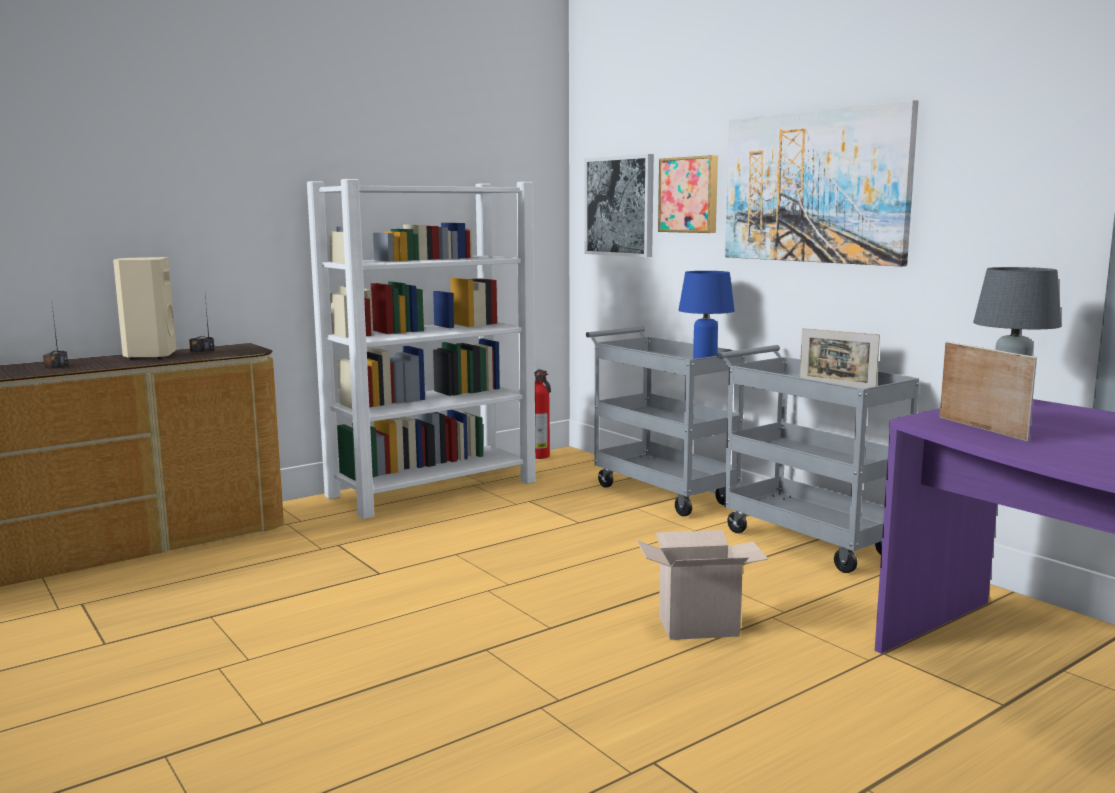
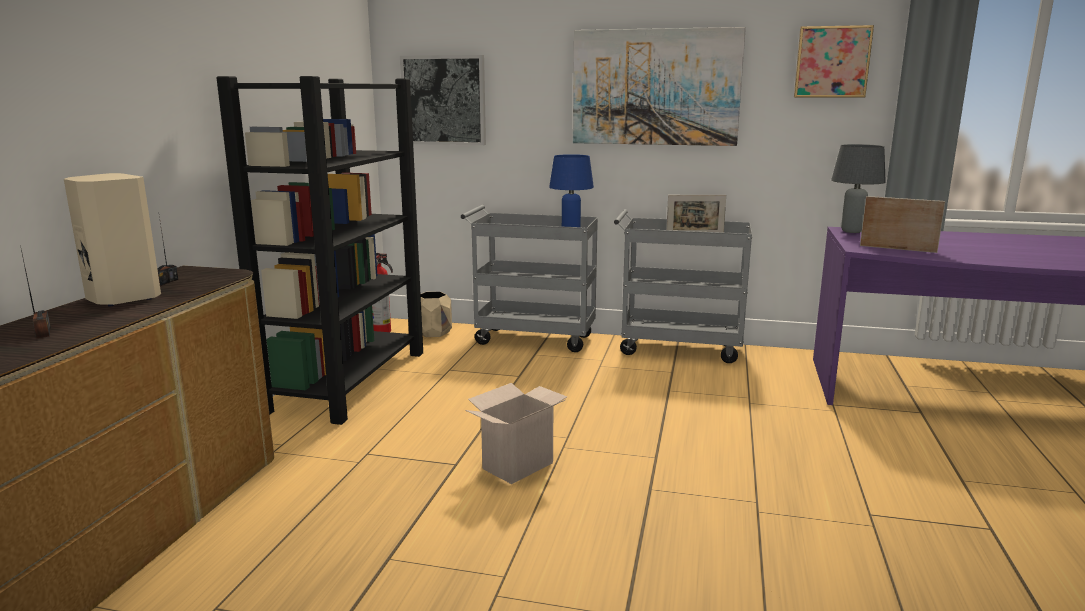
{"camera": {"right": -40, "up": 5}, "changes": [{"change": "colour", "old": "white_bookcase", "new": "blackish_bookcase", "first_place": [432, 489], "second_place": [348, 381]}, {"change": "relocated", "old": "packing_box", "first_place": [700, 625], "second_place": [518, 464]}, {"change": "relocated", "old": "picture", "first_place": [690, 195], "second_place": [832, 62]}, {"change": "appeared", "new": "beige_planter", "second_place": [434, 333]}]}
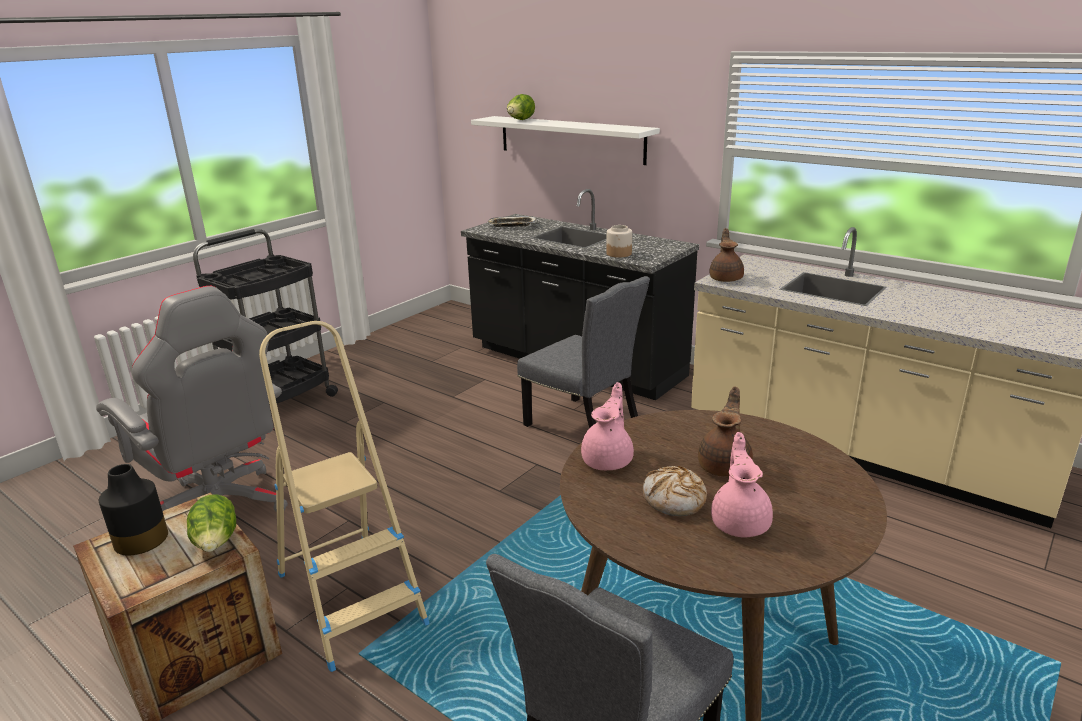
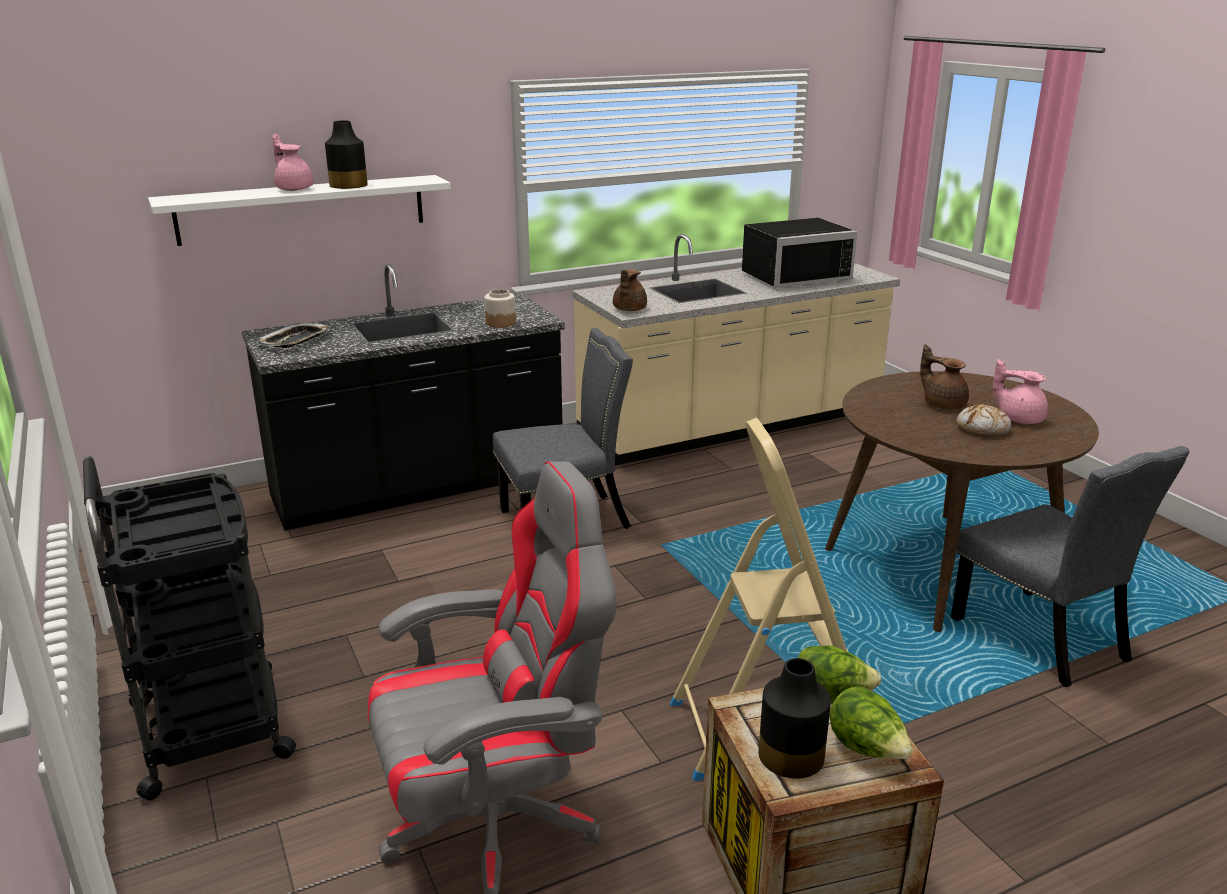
{"camera": {"right": -65, "up": 0}, "changes": [{"change": "relocated", "old": "head_of_lettuce", "first_place": [520, 120], "second_place": [867, 749]}, {"change": "relocated", "old": "pink_teapot", "first_place": [608, 460], "second_place": [294, 189]}, {"change": "spun", "old": "brown-coloured_teapot", "first_place": [726, 278], "second_place": [628, 309], "degrees": -105}, {"change": "appeared", "new": "blackish_flower_vase", "second_place": [349, 185]}, {"change": "appeared", "new": "blackish_microwave_oven", "second_place": [792, 276]}]}
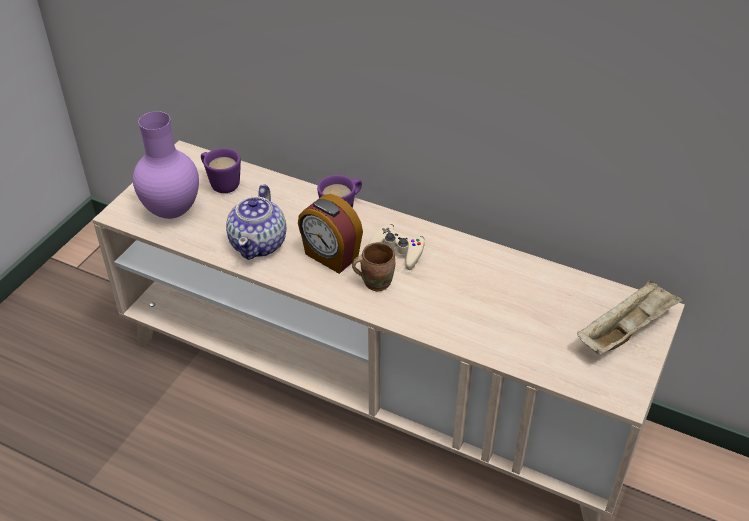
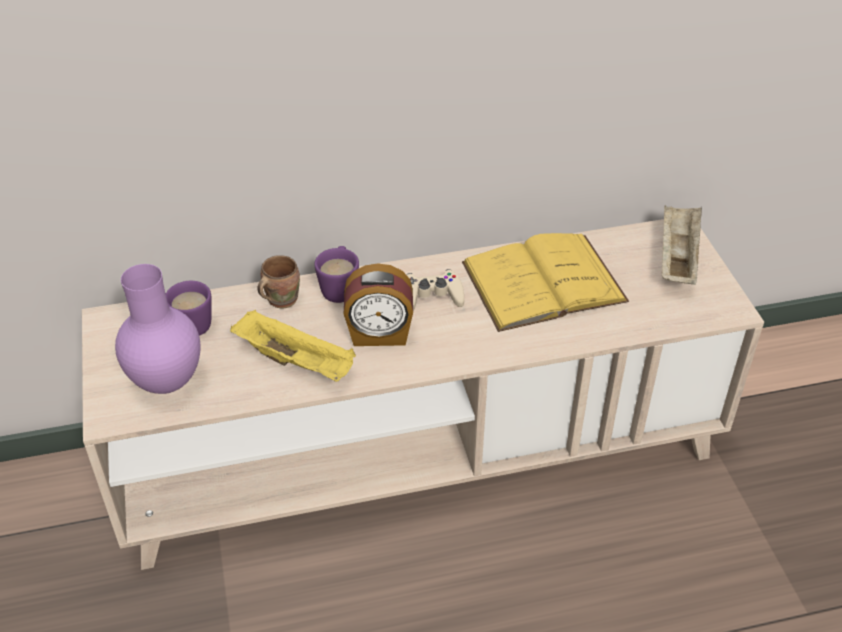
{"camera": {"right": -40, "up": 0}, "changes": [{"change": "exchanged", "old": "teapot", "new": "yellow-coloured_tray", "first_place": [259, 243], "second_place": [297, 361]}, {"change": "relocated", "old": "brown-coloured_tea_mug", "first_place": [375, 281], "second_place": [280, 299]}, {"change": "appeared", "new": "yellow-coloured_book", "second_place": [543, 282]}]}
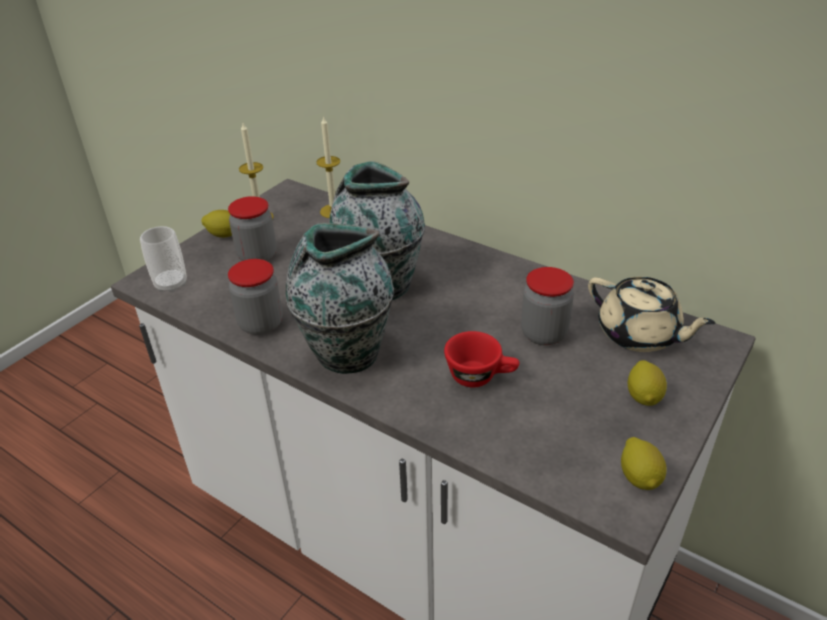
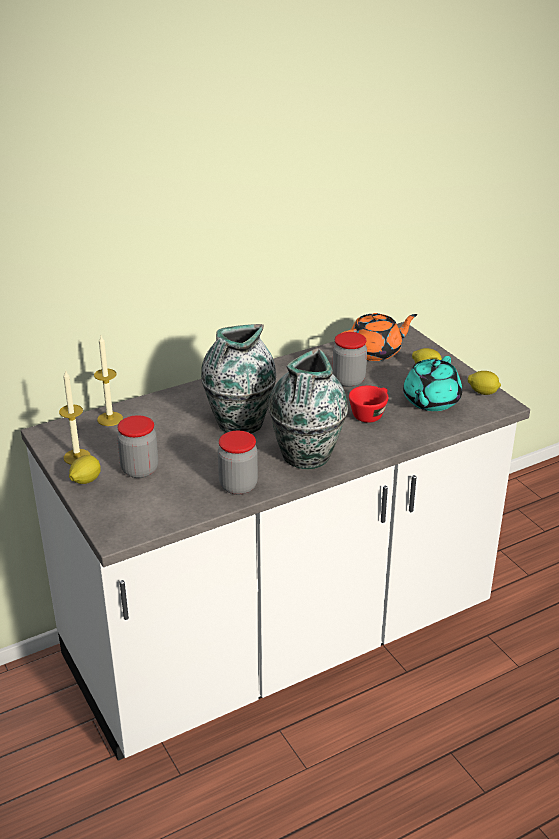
{"camera": {"right": -65, "up": -5}, "changes": [{"change": "missing", "old": "small_cup", "first_place": [171, 284]}, {"change": "colour", "old": "beige_teapot", "new": "orange_teapot", "first_place": [639, 335], "second_place": [375, 352]}, {"change": "appeared", "new": "turquoise-coloured_teapot", "second_place": [430, 401]}]}
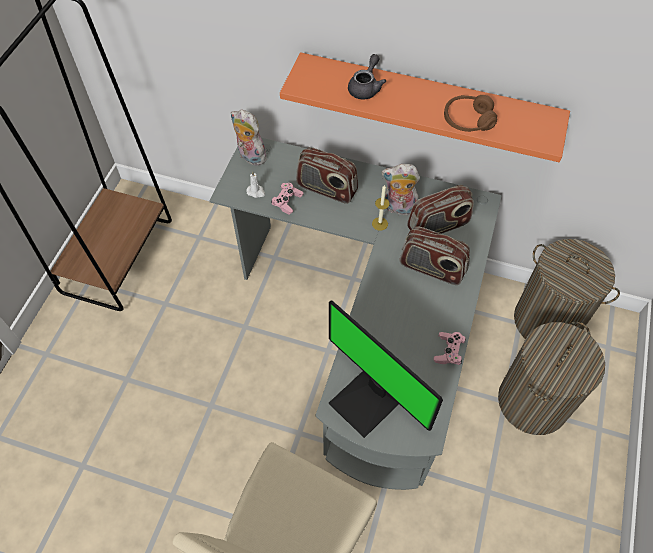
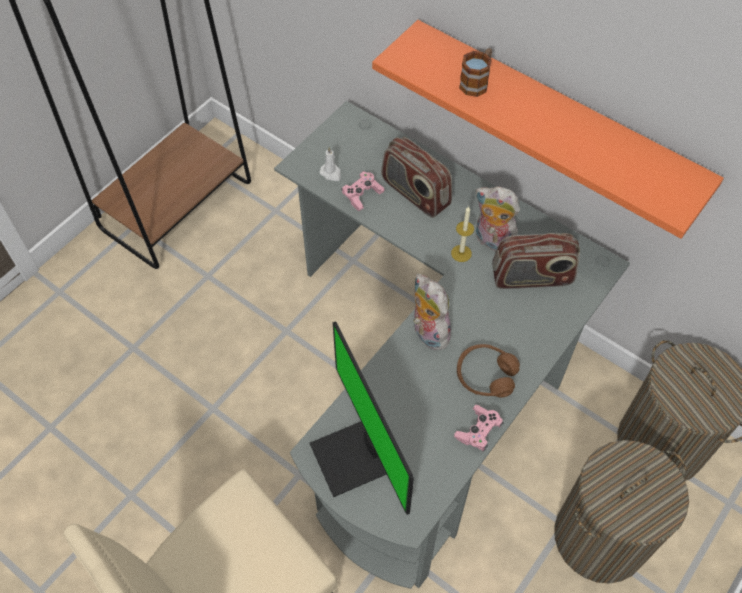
{"camera": {"right": 20, "up": 0}, "changes": [{"change": "relocated", "old": "cuddly_toy", "first_place": [250, 156], "second_place": [427, 332]}, {"change": "exchanged", "old": "grey_teapot", "new": "tea_mug", "first_place": [366, 87], "second_place": [477, 82]}, {"change": "missing", "old": "radio_set", "first_place": [432, 268]}, {"change": "relocated", "old": "brown-coloured_pair_of_headphones", "first_place": [468, 120], "second_place": [485, 376]}]}
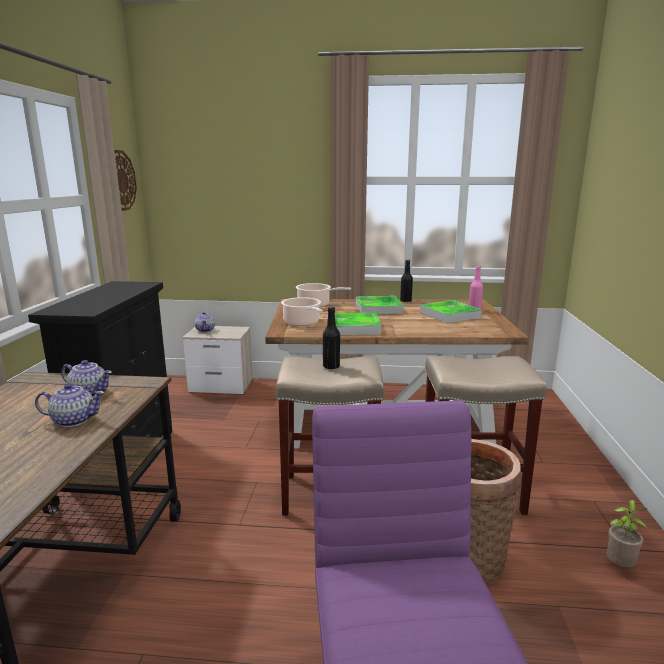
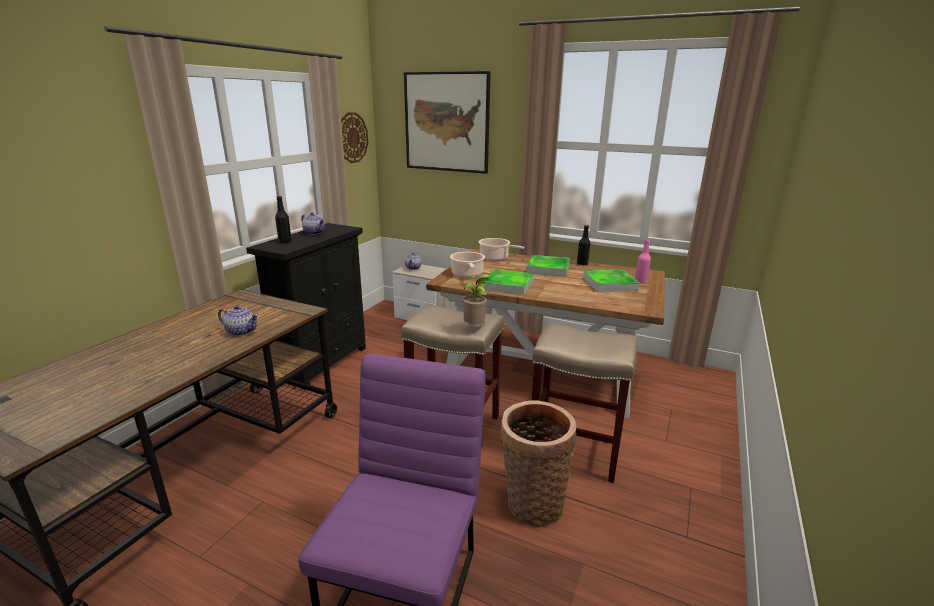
{"camera": {"right": 20, "up": 5}, "changes": [{"change": "relocated", "old": "teapot", "first_place": [90, 393], "second_place": [314, 233]}, {"change": "relocated", "old": "blackish_beverage_bottle", "first_place": [331, 366], "second_place": [285, 241]}, {"change": "relocated", "old": "plant_in_a_pot", "first_place": [619, 566], "second_place": [475, 328]}, {"change": "appeared", "new": "picture", "second_place": [447, 122]}]}
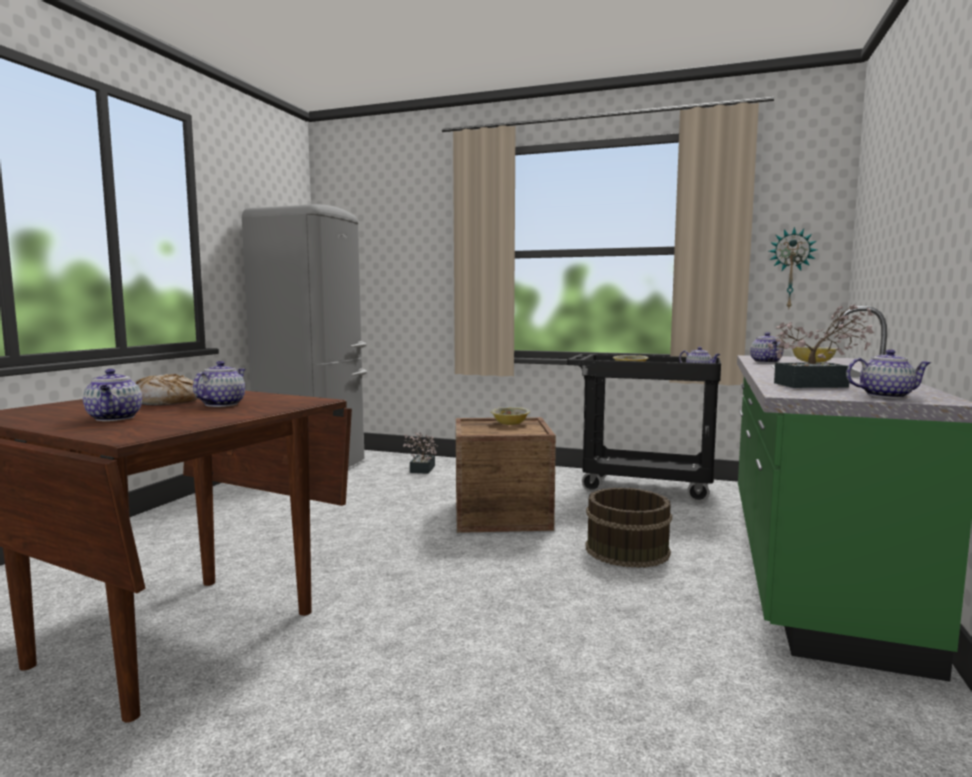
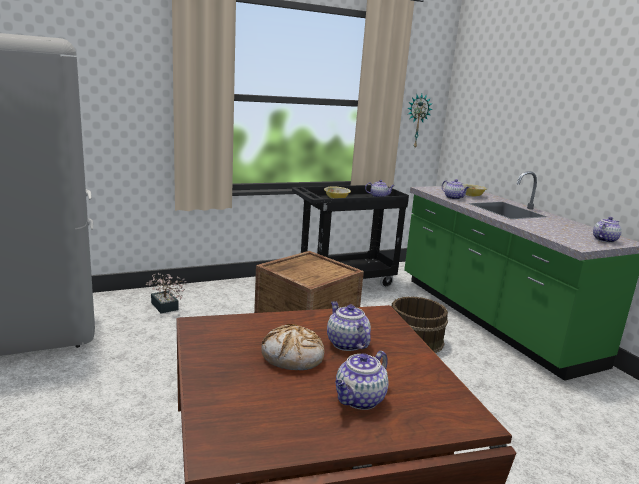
{"camera": {"right": -45, "up": 10}, "changes": [{"change": "spun", "old": "teapot", "first_place": [115, 418], "second_place": [359, 400], "degrees": 105}, {"change": "missing", "old": "bowl", "first_place": [510, 424]}, {"change": "missing", "old": "plant_in_a_pot", "first_place": [818, 385]}]}
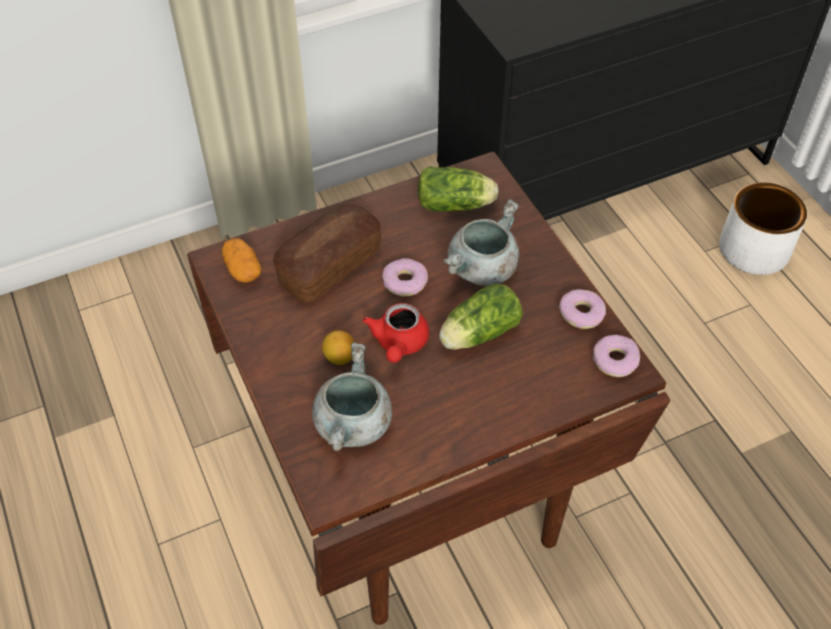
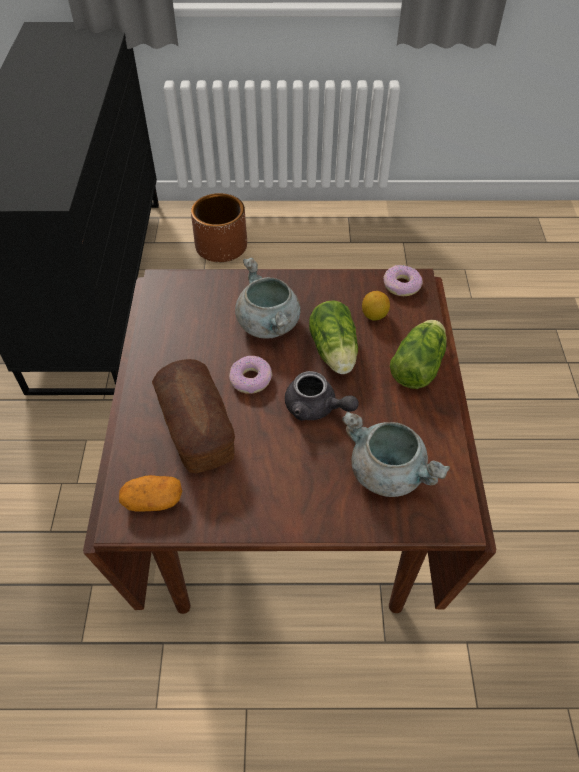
{"camera": {"right": -65, "up": 0}, "changes": [{"change": "relocated", "old": "whole_lemon", "first_place": [339, 358], "second_place": [374, 315]}, {"change": "colour", "old": "red-coloured_teapot", "new": "grey_teapot", "first_place": [399, 344], "second_place": [316, 408]}, {"change": "relocated", "old": "head_of_lettuce", "first_place": [457, 205], "second_place": [419, 364]}, {"change": "missing", "old": "ring_doughnut", "first_place": [581, 313]}, {"change": "colour", "old": "white_planter", "new": "brown-coloured_planter", "first_place": [754, 250], "second_place": [221, 246]}]}
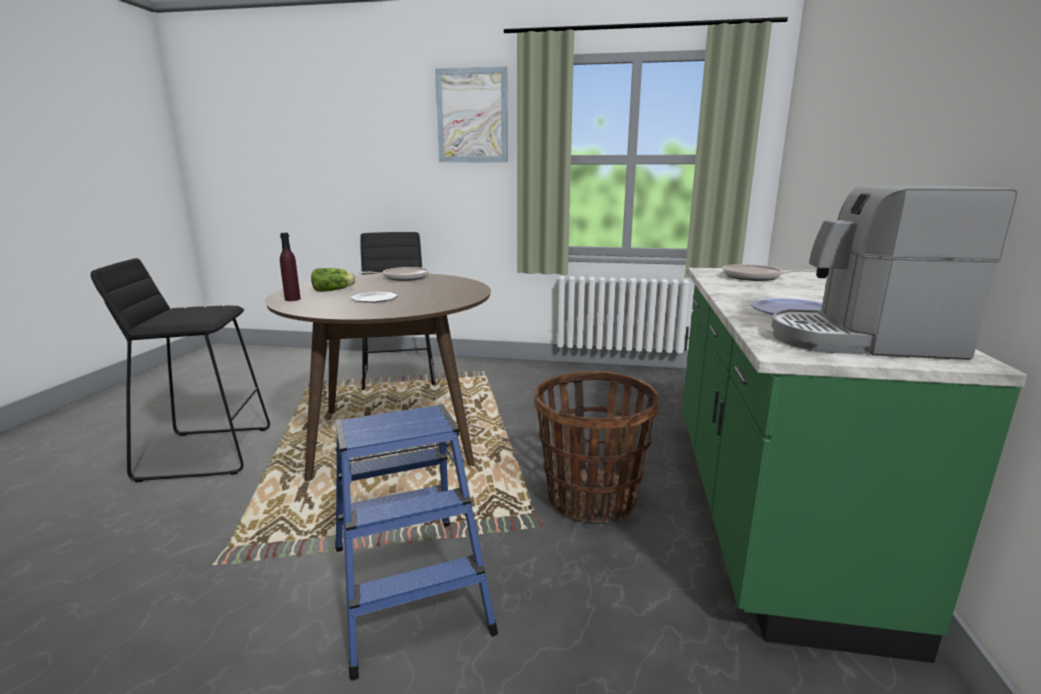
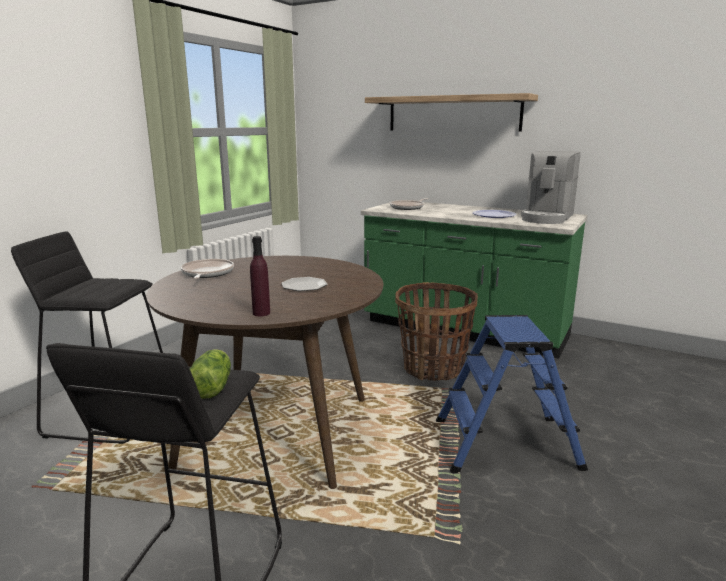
{"camera": {"right": -70, "up": 0}, "changes": [{"change": "relocated", "old": "head_of_lettuce", "first_place": [334, 290], "second_place": [213, 386]}, {"change": "missing", "old": "picture", "first_place": [472, 116]}, {"change": "appeared", "new": "shelf", "second_place": [453, 114]}]}
